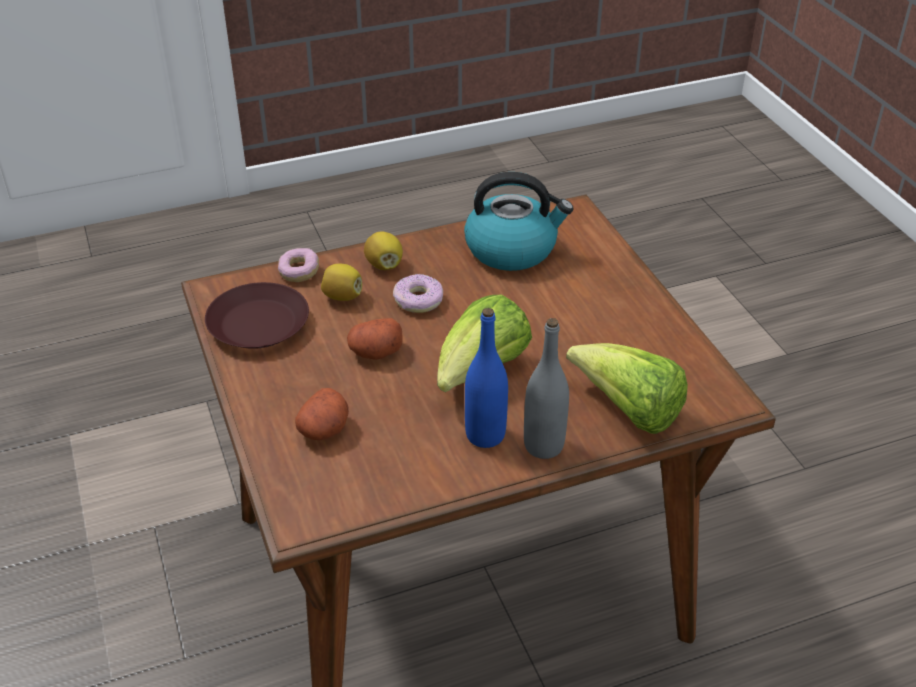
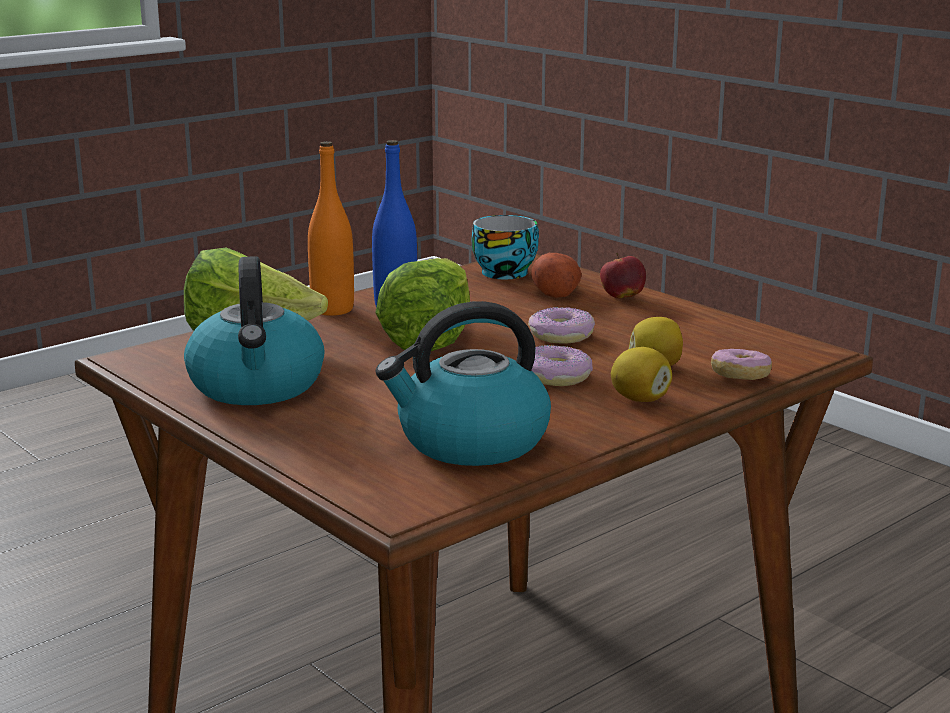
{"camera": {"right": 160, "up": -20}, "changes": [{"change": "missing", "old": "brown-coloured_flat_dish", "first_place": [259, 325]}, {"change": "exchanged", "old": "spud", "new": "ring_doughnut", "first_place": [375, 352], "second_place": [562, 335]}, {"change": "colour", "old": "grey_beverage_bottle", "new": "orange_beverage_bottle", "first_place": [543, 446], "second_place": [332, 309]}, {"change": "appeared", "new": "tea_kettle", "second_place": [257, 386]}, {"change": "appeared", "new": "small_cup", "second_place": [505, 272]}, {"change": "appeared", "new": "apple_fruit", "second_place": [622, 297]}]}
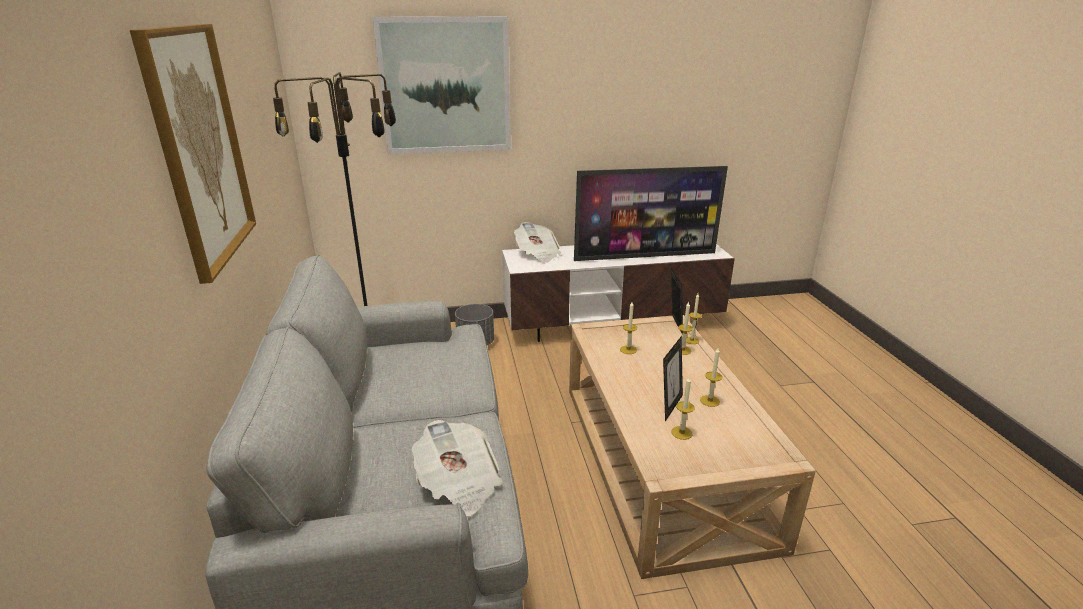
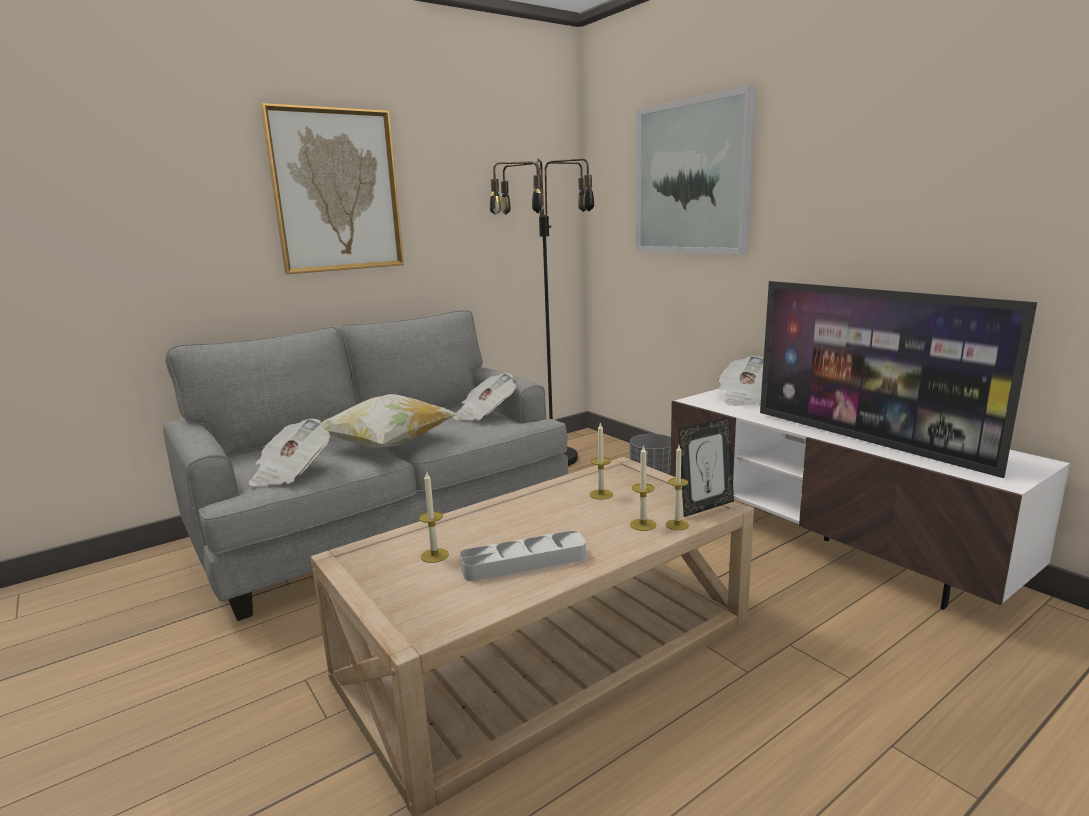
{"camera": {"right": 65, "up": -10}, "changes": [{"change": "missing", "old": "photo_frame", "first_place": [670, 406]}, {"change": "exchanged", "old": "wax_candle", "new": "grey_tray", "first_place": [710, 401], "second_place": [524, 562]}, {"change": "appeared", "new": "cushion", "second_place": [388, 446]}, {"change": "appeared", "new": "printed_paper", "second_place": [485, 414]}]}
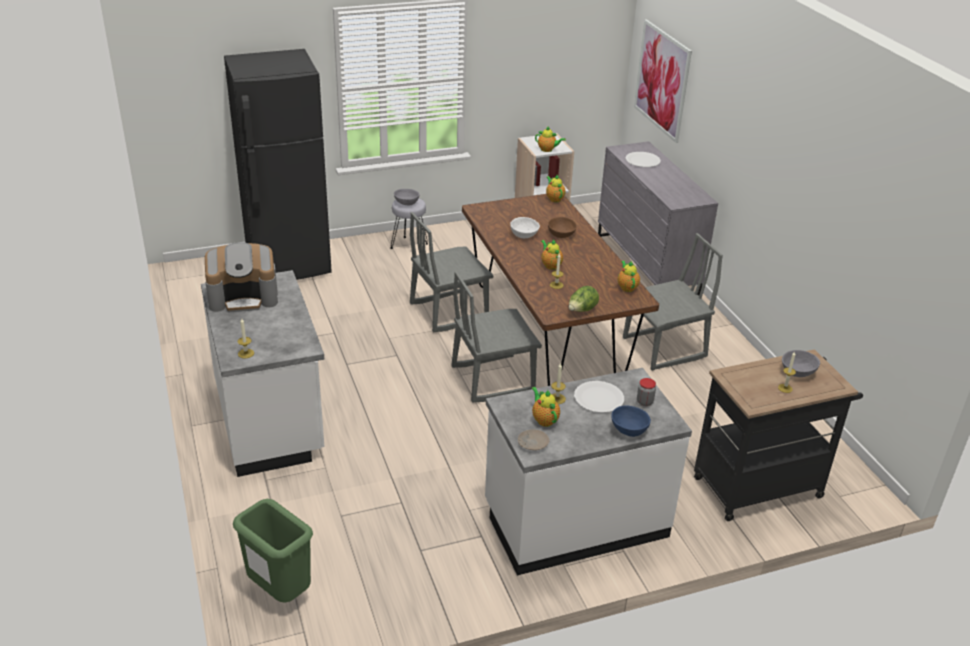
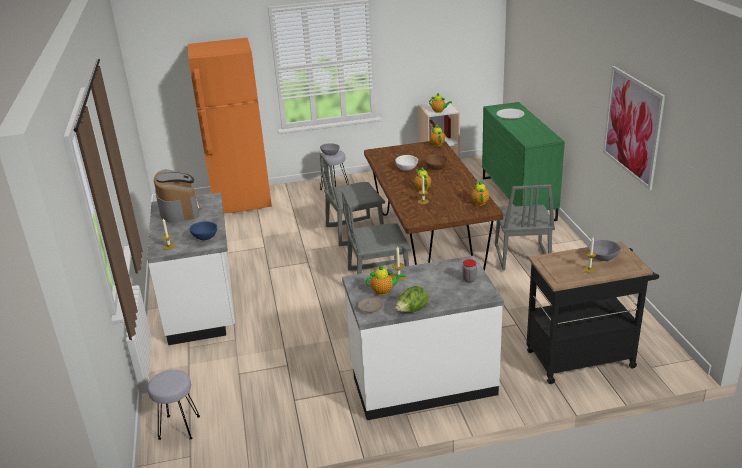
{"camera": {"right": 10, "up": -5}, "changes": [{"change": "spun", "old": "coffee_machine", "first_place": [244, 297], "second_place": [179, 210], "degrees": -105}, {"change": "colour", "old": "blackish_refrigerator", "new": "orange_refrigerator", "first_place": [288, 265], "second_place": [242, 202]}, {"change": "exchanged", "old": "green_trash_can", "new": "grey_sitting_stool", "first_place": [279, 592], "second_place": [178, 427]}, {"change": "spun", "old": "teapot", "first_place": [544, 419], "second_place": [384, 291], "degrees": 105}, {"change": "relocated", "old": "head_of_lettuce", "first_place": [582, 310], "second_place": [411, 311]}, {"change": "missing", "old": "white_flat_dish", "first_place": [599, 398]}, {"change": "colour", "old": "grey_chest_of_drawers", "new": "green_chest_of_drawers", "first_place": [647, 265], "second_place": [518, 198]}, {"change": "relocated", "old": "blue-coloured_bowl", "first_place": [629, 430], "second_place": [204, 237]}, {"change": "spun", "old": "grey_plain_chair", "first_place": [664, 348], "second_place": [521, 257], "degrees": 105}, {"change": "relocated", "old": "picture", "first_place": [662, 80], "second_place": [632, 126]}]}
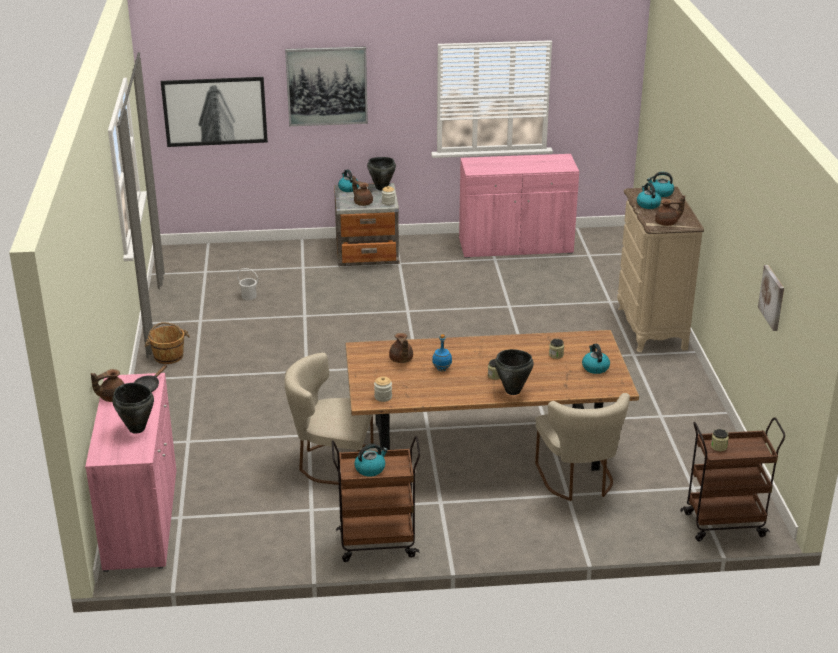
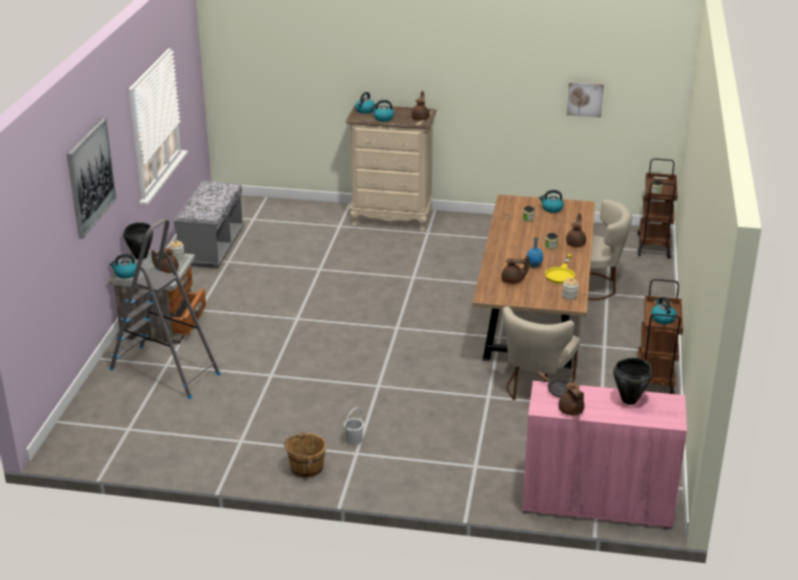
{"camera": {"right": -75, "up": 0}, "changes": [{"change": "missing", "old": "picture", "first_place": [215, 111]}, {"change": "relocated", "old": "white_water_bucket", "first_place": [249, 296], "second_place": [354, 439]}, {"change": "exchanged", "old": "pink_cabinet", "new": "grey_long_seat", "first_place": [515, 247], "second_place": [212, 248]}, {"change": "exchanged", "old": "blackish_saucepot", "new": "brown-coloured_teapot", "first_place": [513, 391], "second_place": [576, 243]}, {"change": "appeared", "new": "grey_step_stool", "second_place": [164, 372]}, {"change": "appeared", "new": "yellow-coloured_skillet", "second_place": [561, 274]}]}
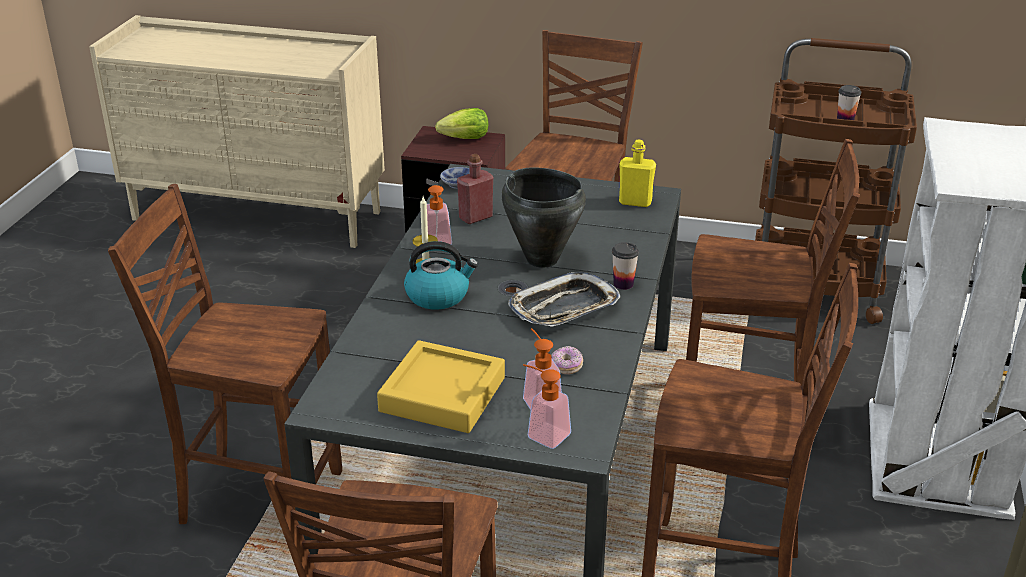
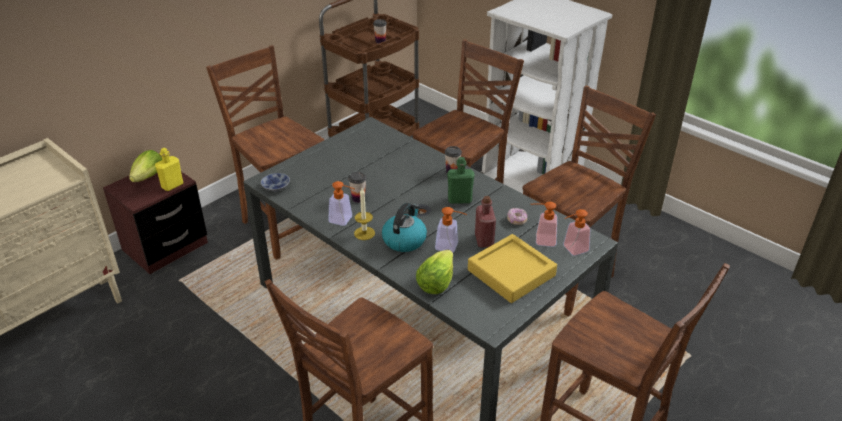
{"camera": {"right": -60, "up": 5}, "changes": [{"change": "relocated", "old": "red-coloured_beverage_bottle", "first_place": [475, 217], "second_place": [484, 240]}, {"change": "missing", "old": "blackish_saucepot", "first_place": [542, 259]}, {"change": "exchanged", "old": "tray", "new": "green_beverage_bottle", "first_place": [564, 308], "second_place": [459, 200]}, {"change": "relocated", "old": "yellow-coloured_beverage_bottle", "first_place": [635, 202], "second_place": [172, 185]}, {"change": "appeared", "new": "small_cup", "second_place": [358, 198]}, {"change": "appeared", "new": "head_of_lettuce", "second_place": [436, 283]}, {"change": "appeared", "new": "soap_dispenser", "second_place": [451, 247]}]}
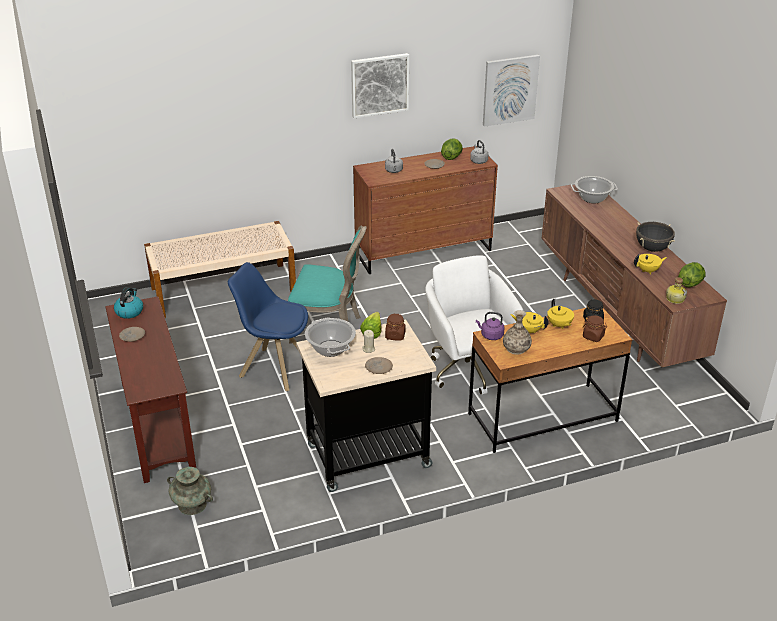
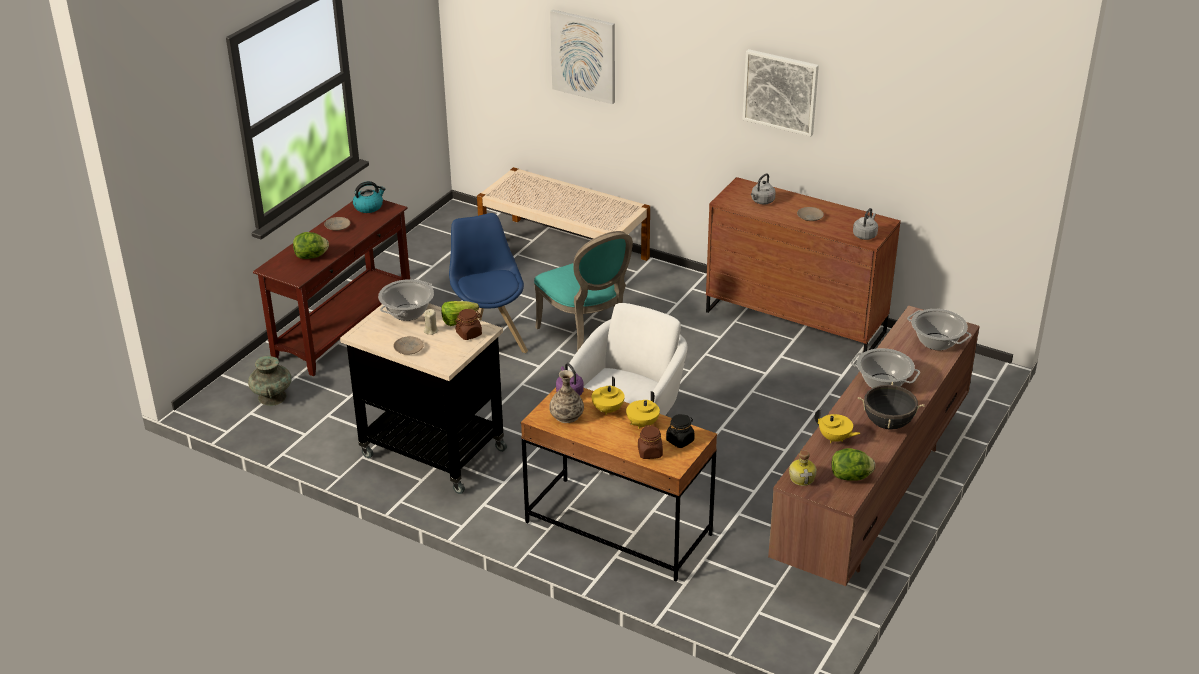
{"camera": {"right": 50, "up": 0}, "changes": [{"change": "relocated", "old": "head_of_lettuce", "first_place": [451, 157], "second_place": [311, 256]}, {"change": "relocated", "old": "picture", "first_place": [510, 90], "second_place": [584, 56]}, {"change": "spun", "old": "yellow-coloured_teapot", "first_place": [528, 330], "second_place": [607, 410], "degrees": -150}, {"change": "appeared", "new": "saucepot", "second_place": [883, 383]}]}
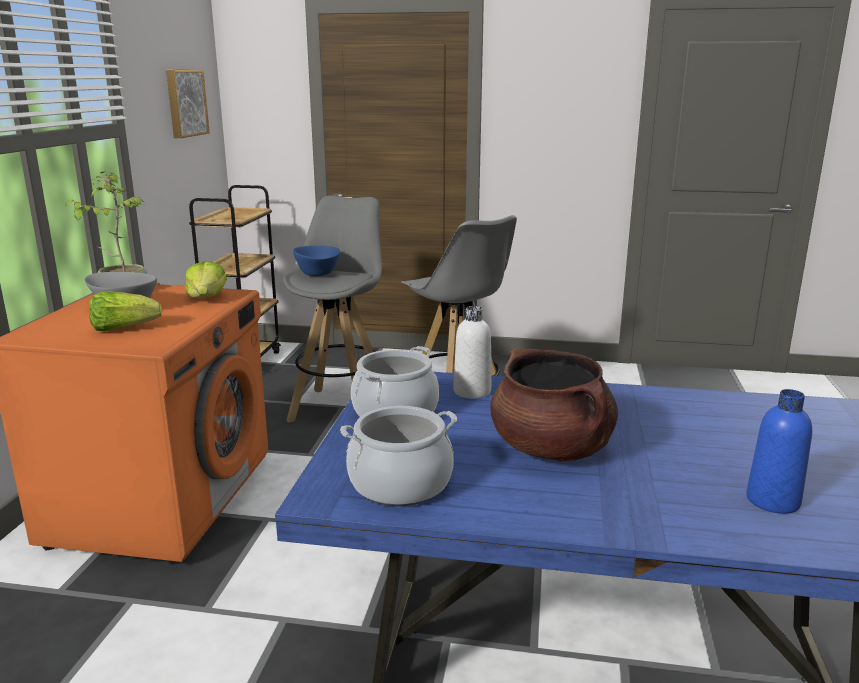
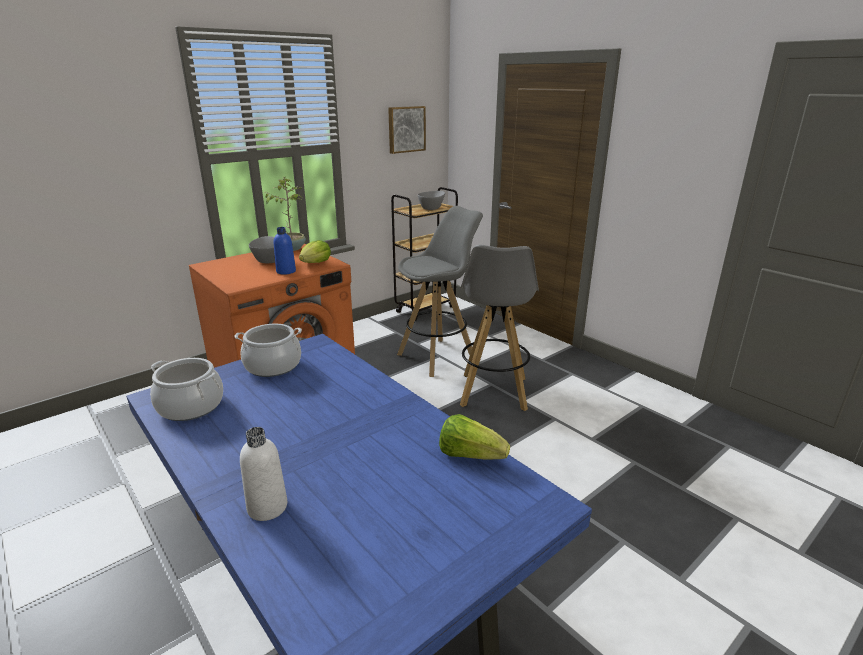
{"camera": {"right": 40, "up": 5}, "changes": [{"change": "relocated", "old": "head_of_lettuce", "first_place": [123, 328], "second_place": [470, 455]}, {"change": "missing", "old": "blue-coloured_bowl", "first_place": [318, 275]}, {"change": "relocated", "old": "white_beverage_bottle", "first_place": [472, 391], "second_place": [267, 507]}, {"change": "missing", "old": "brown-coloured_saucepot", "first_place": [551, 449]}, {"change": "relocated", "old": "blue-coloured_beverage_bottle", "first_place": [773, 501], "second_place": [286, 271]}, {"change": "appeared", "new": "grey_bowl", "second_place": [432, 208]}]}
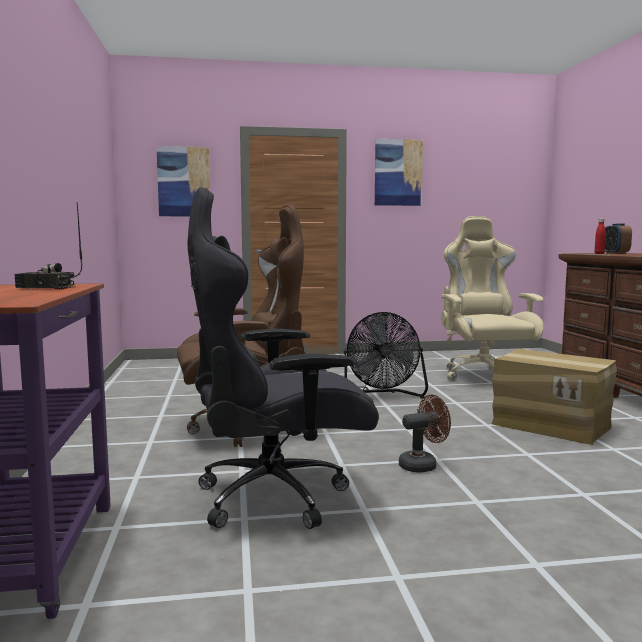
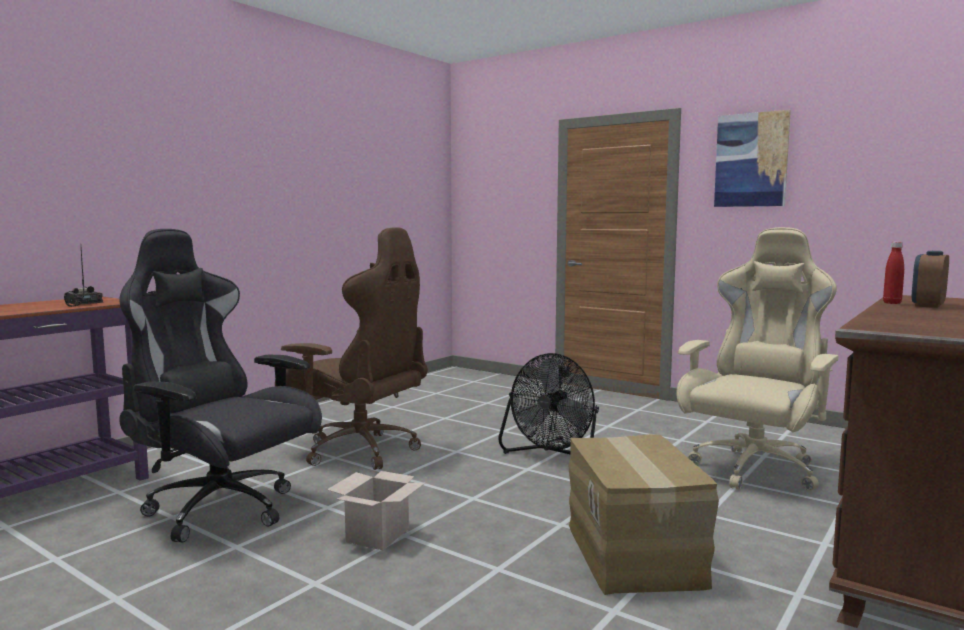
{"camera": {"right": 45, "up": 0}, "changes": [{"change": "missing", "old": "picture", "first_place": [184, 182]}, {"change": "exchanged", "old": "brown-coloured_cooling_fan", "new": "packing_box", "first_place": [423, 465], "second_place": [377, 534]}]}
